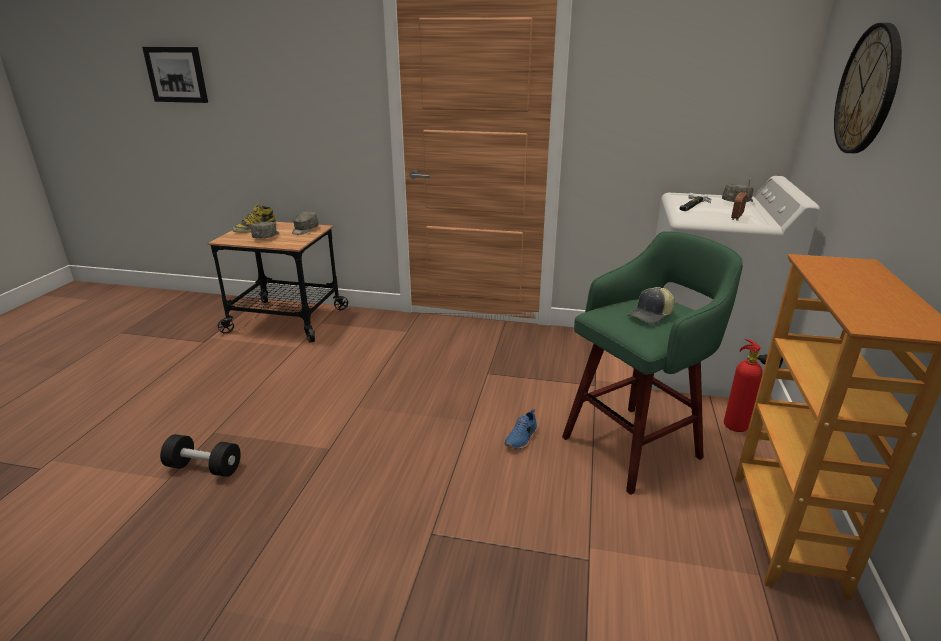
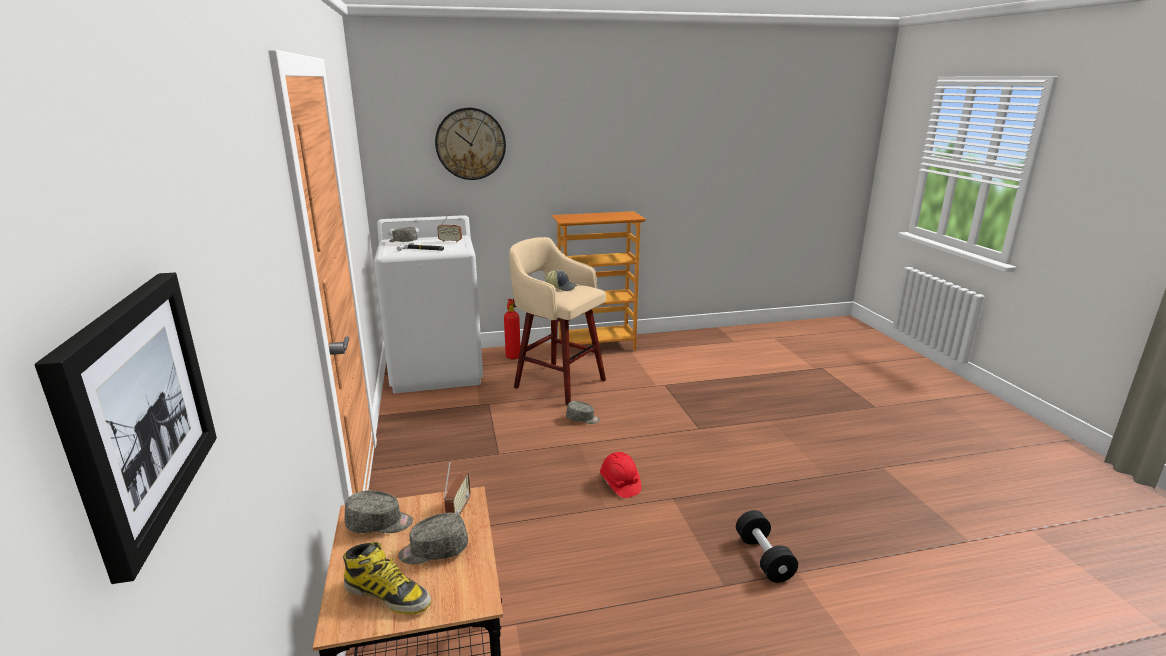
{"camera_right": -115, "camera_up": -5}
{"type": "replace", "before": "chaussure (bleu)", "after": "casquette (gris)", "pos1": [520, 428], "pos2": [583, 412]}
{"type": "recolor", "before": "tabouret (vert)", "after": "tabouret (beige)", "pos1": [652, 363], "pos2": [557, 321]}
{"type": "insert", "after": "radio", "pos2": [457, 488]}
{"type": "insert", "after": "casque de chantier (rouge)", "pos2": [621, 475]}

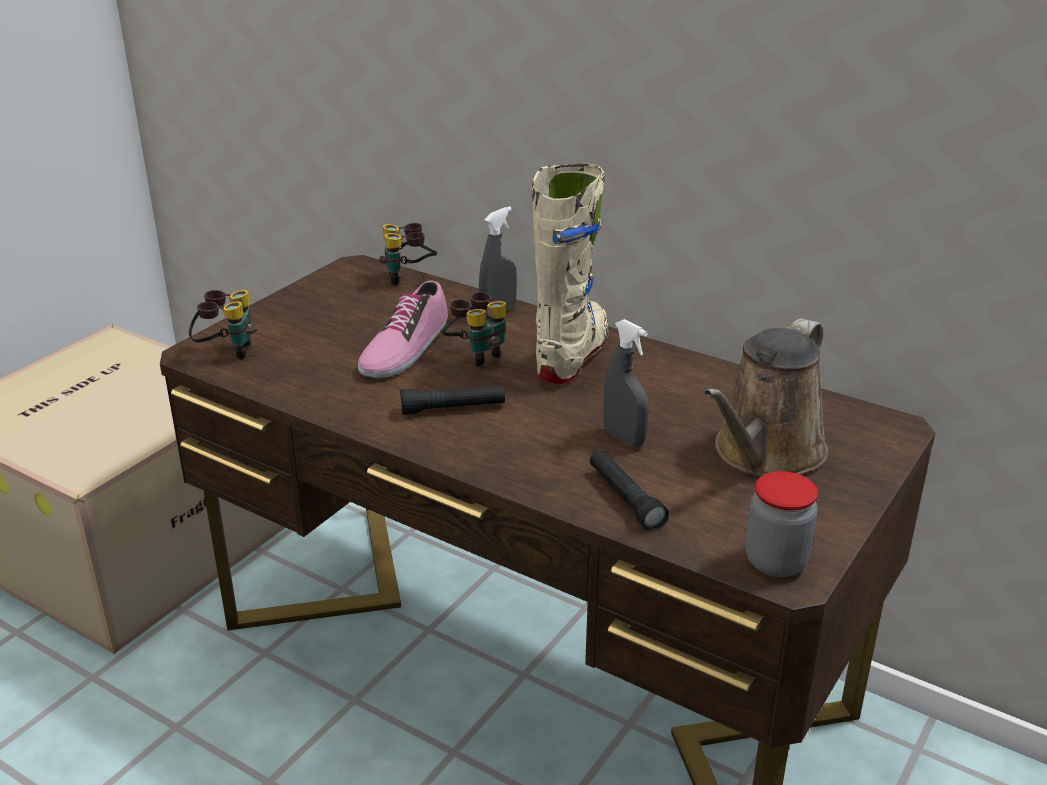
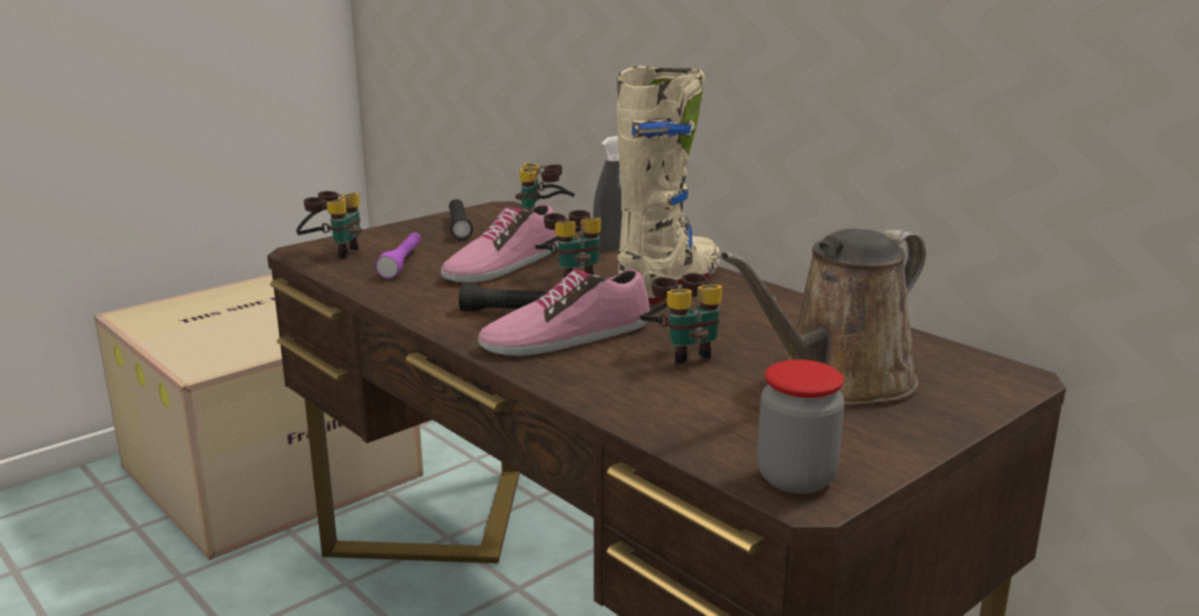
{"camera_right": 15, "camera_up": -10}
{"type": "move", "before": "lampe de poche (noir)", "pos1": [629, 490], "pos2": [461, 219]}
{"type": "replace", "before": "vaporisateur (gris)", "after": "jumelles", "pos1": [626, 383], "pos2": [681, 319]}
{"type": "insert", "after": "lampe de poche (violet)", "pos2": [398, 255]}
{"type": "insert", "after": "chaussure", "pos2": [564, 312]}

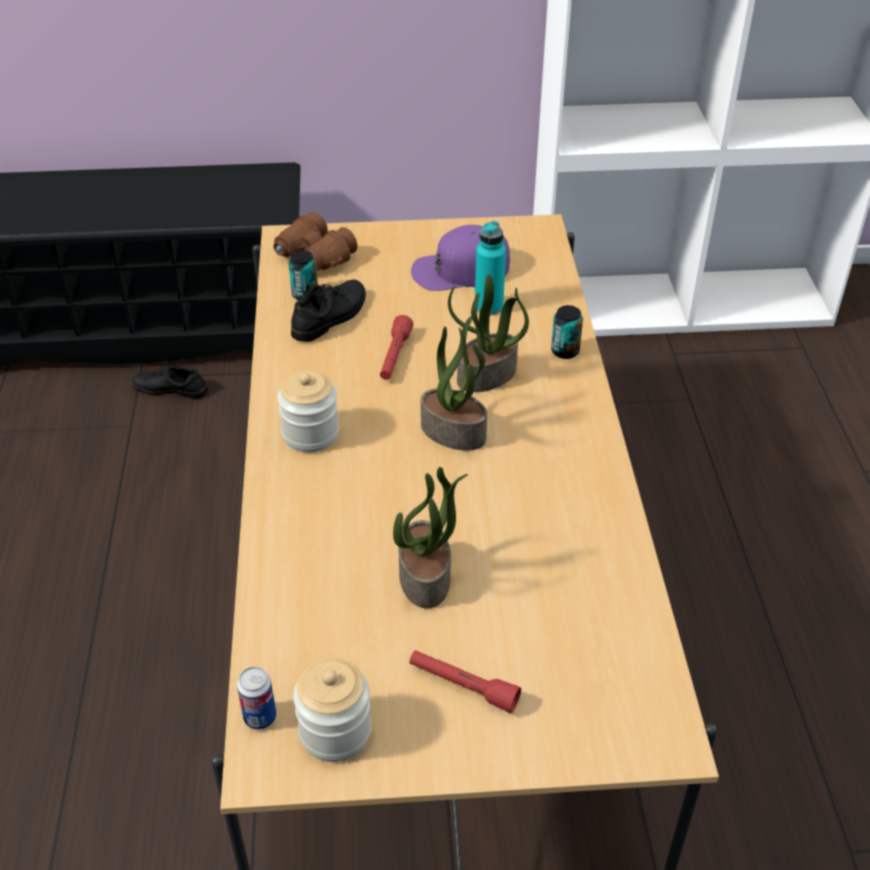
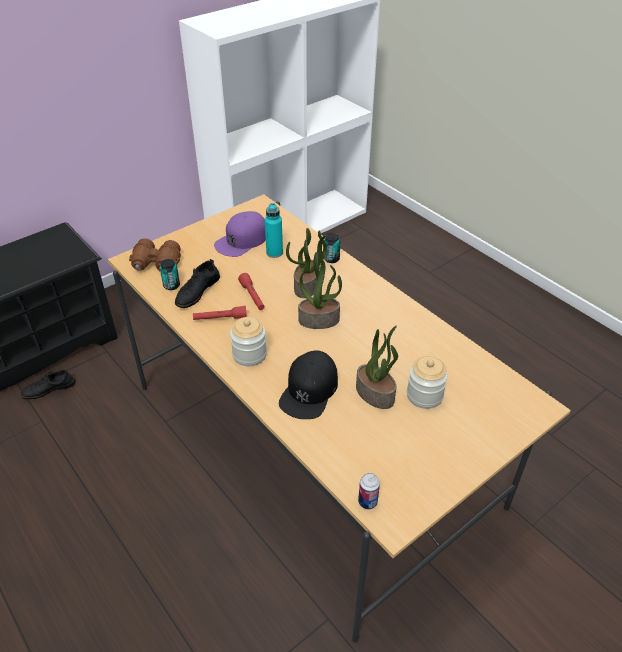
{"camera_right": -35, "camera_up": 0}
{"type": "rotate", "before": "chaussure (noir)", "pos1": [328, 311], "pos2": [197, 283], "turn": -150}
{"type": "move", "before": "bocal", "pos1": [332, 710], "pos2": [427, 382]}
{"type": "move", "before": "lampe de poche (rouge)", "pos1": [465, 681], "pos2": [220, 313]}
{"type": "insert", "after": "casquette (noir)", "pos2": [308, 385]}

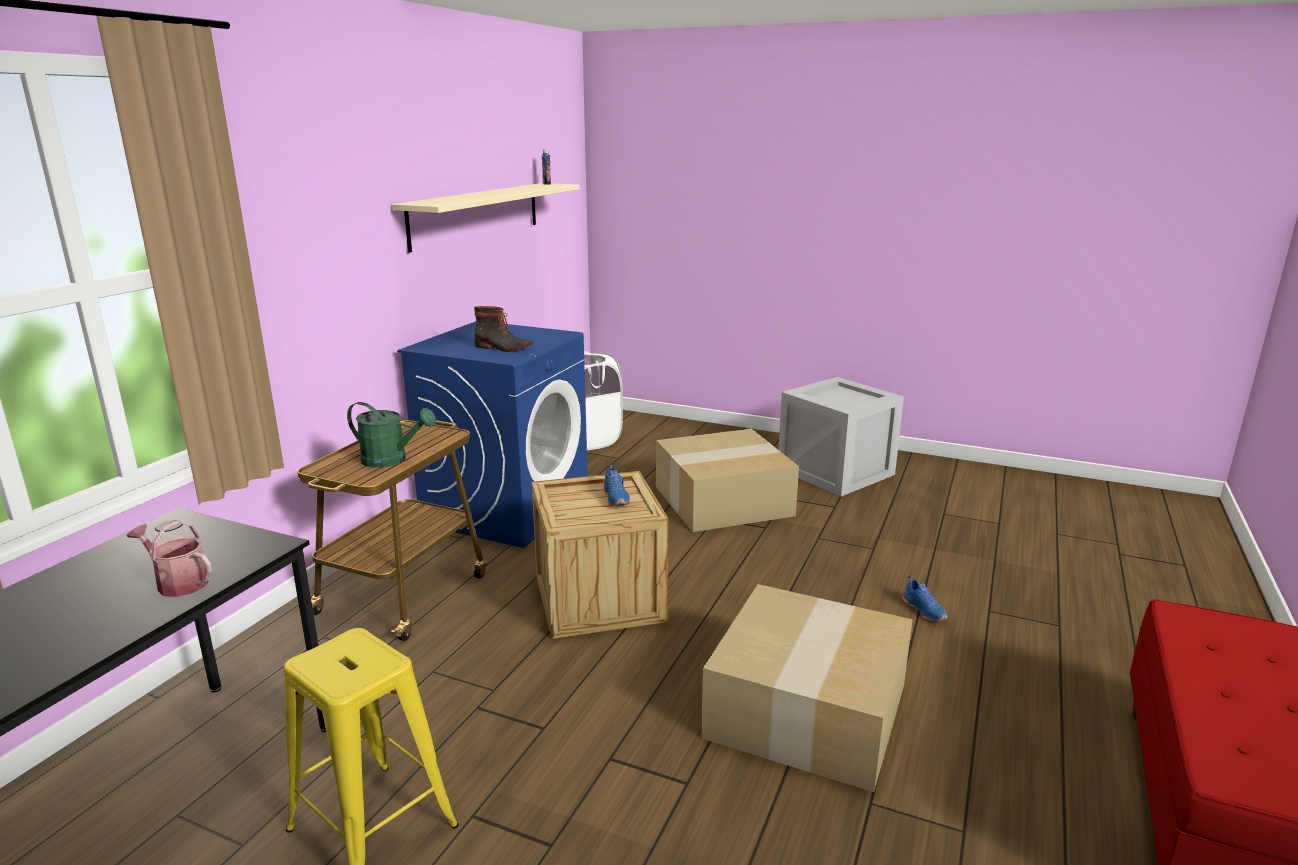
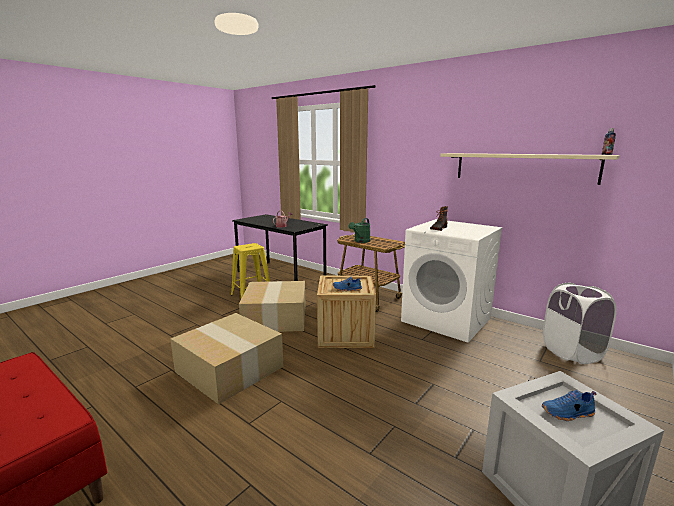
{"camera_right": 105, "camera_up": -5}
{"type": "recolor", "before": "lave-linge (bleu)", "after": "lave-linge (blanc)", "pos1": [492, 434], "pos2": [452, 281]}
{"type": "move", "before": "carton", "pos1": [727, 480], "pos2": [272, 306]}
{"type": "move", "before": "chaussure (bleu)", "pos1": [925, 599], "pos2": [569, 405]}

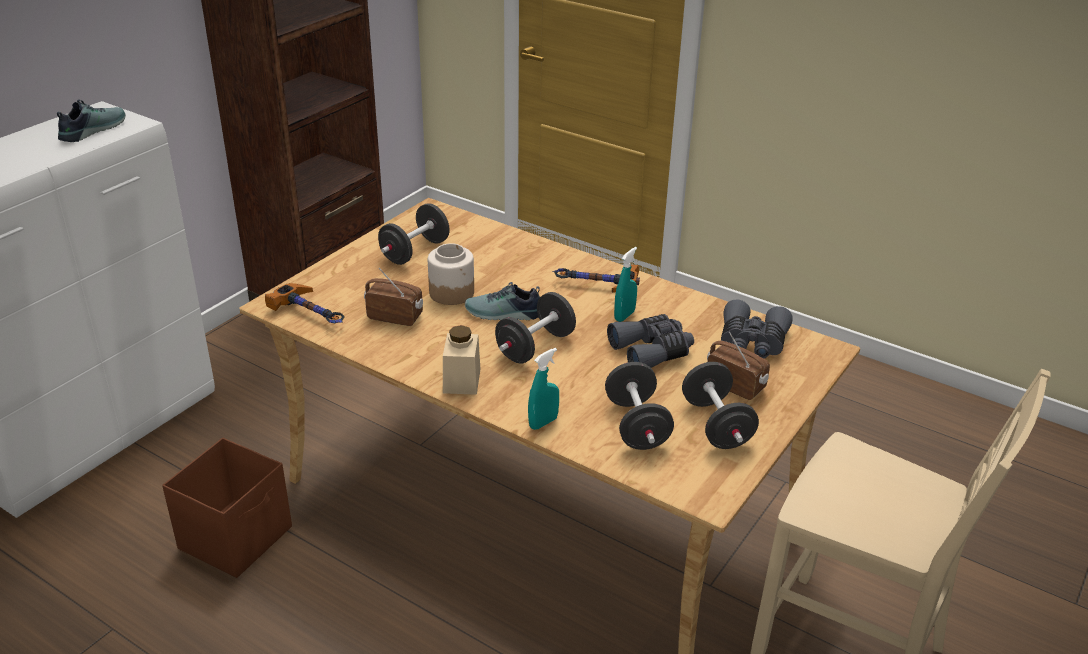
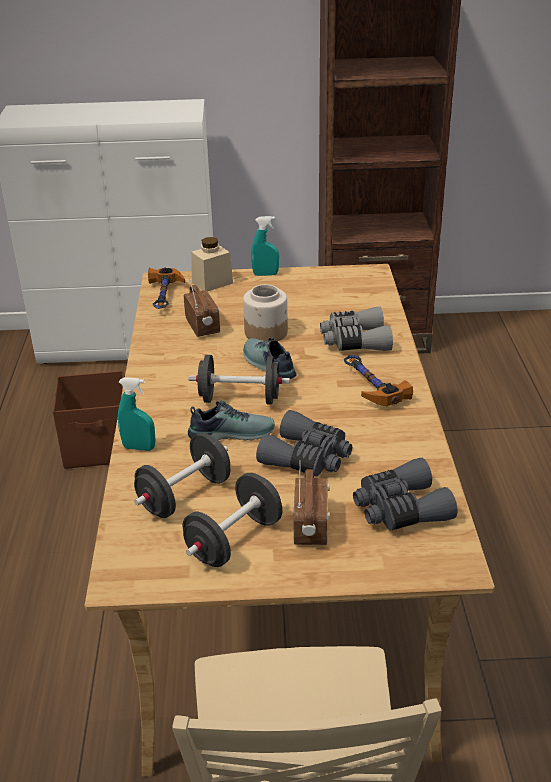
{"camera_right": 55, "camera_up": 0}
{"type": "move", "before": "chaussure", "pos1": [91, 120], "pos2": [231, 420]}
{"type": "delete", "before": "haltère (noir)", "pos1": [414, 234]}
{"type": "move", "before": "bocal (beige)", "pos1": [461, 360], "pos2": [212, 264]}
{"type": "move", "before": "vaporisateur (turquoise)", "pos1": [625, 284], "pos2": [265, 246]}
{"type": "insert", "after": "jumelles (gris)", "pos2": [356, 329]}

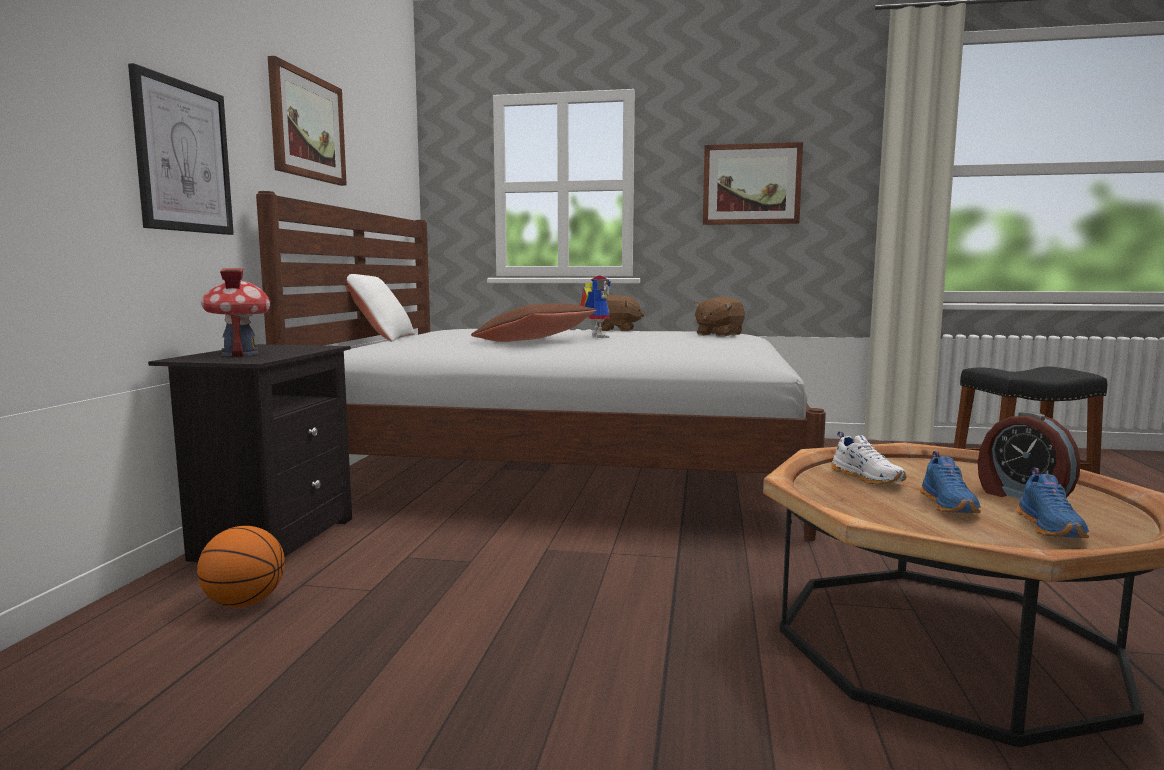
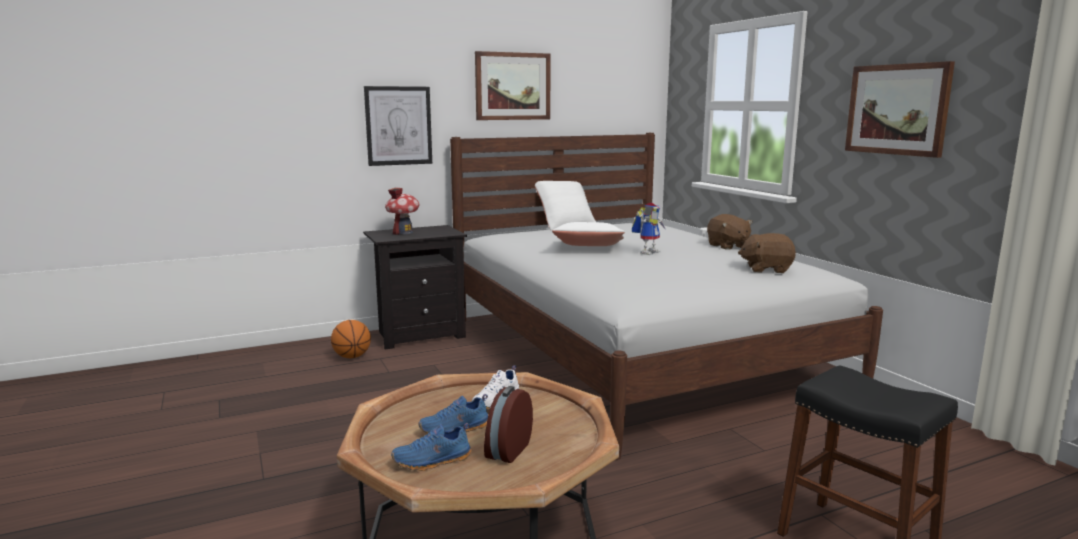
{"camera_right": 55, "camera_up": 5}
{"type": "recolor", "before": "coussin (marron)", "after": "coussin (blanc)", "pos1": [533, 322], "pos2": [588, 234]}

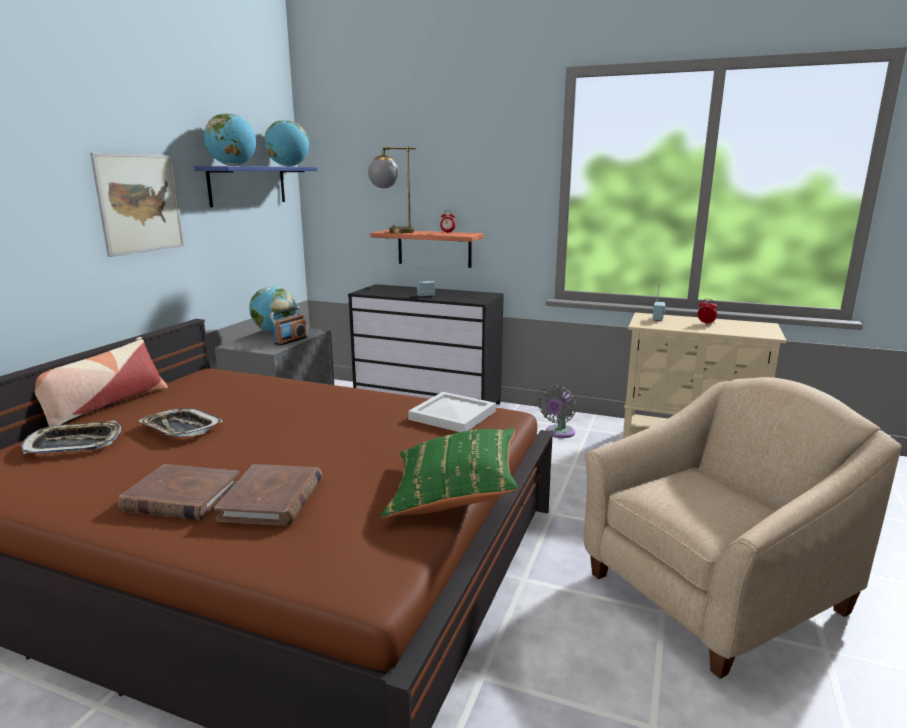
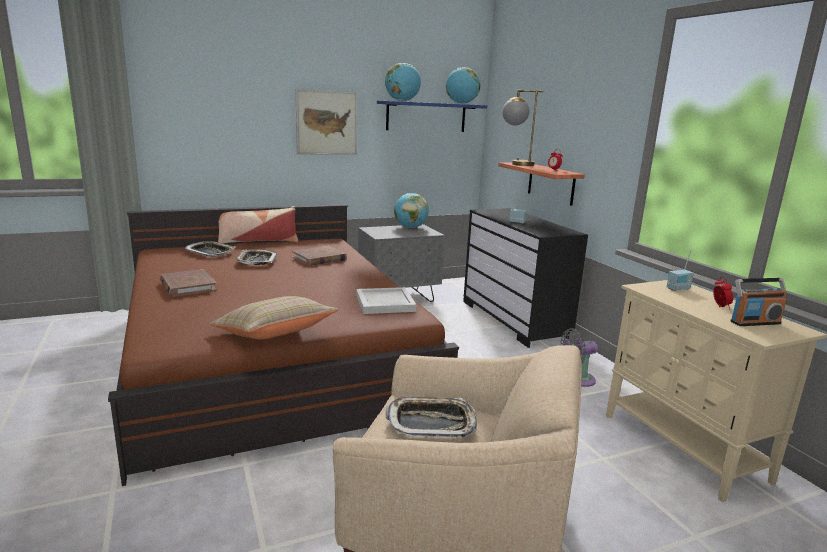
{"camera_right": 45, "camera_up": 0}
{"type": "move", "before": "livre (marron)", "pos1": [268, 495], "pos2": [320, 256]}
{"type": "move", "before": "radio", "pos1": [288, 325], "pos2": [758, 302]}
{"type": "recolor", "before": "coussin (vert)", "after": "coussin (beige)", "pos1": [449, 473], "pos2": [274, 317]}
{"type": "insert", "after": "plateau", "pos2": [431, 417]}

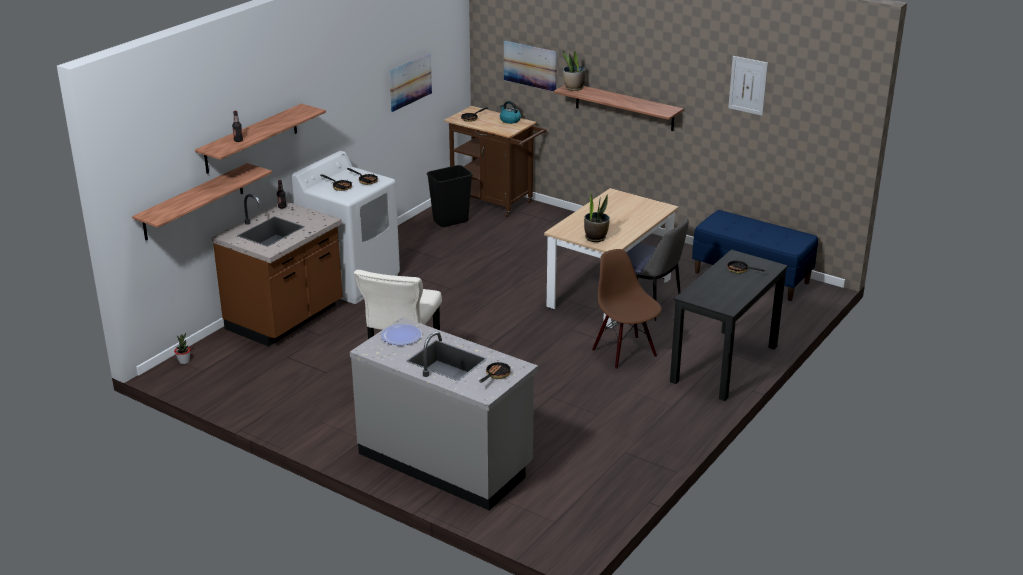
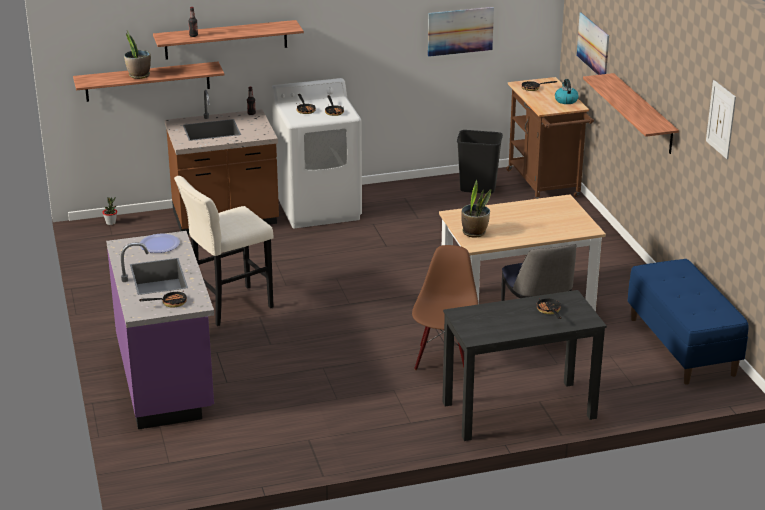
{"camera_right": 40, "camera_up": 0}
{"type": "recolor", "before": "comptoir de cuisine (gris)", "after": "comptoir de cuisine (violet)", "pos1": [444, 413], "pos2": [160, 330]}
{"type": "move", "before": "plante en pot", "pos1": [574, 70], "pos2": [137, 55]}

